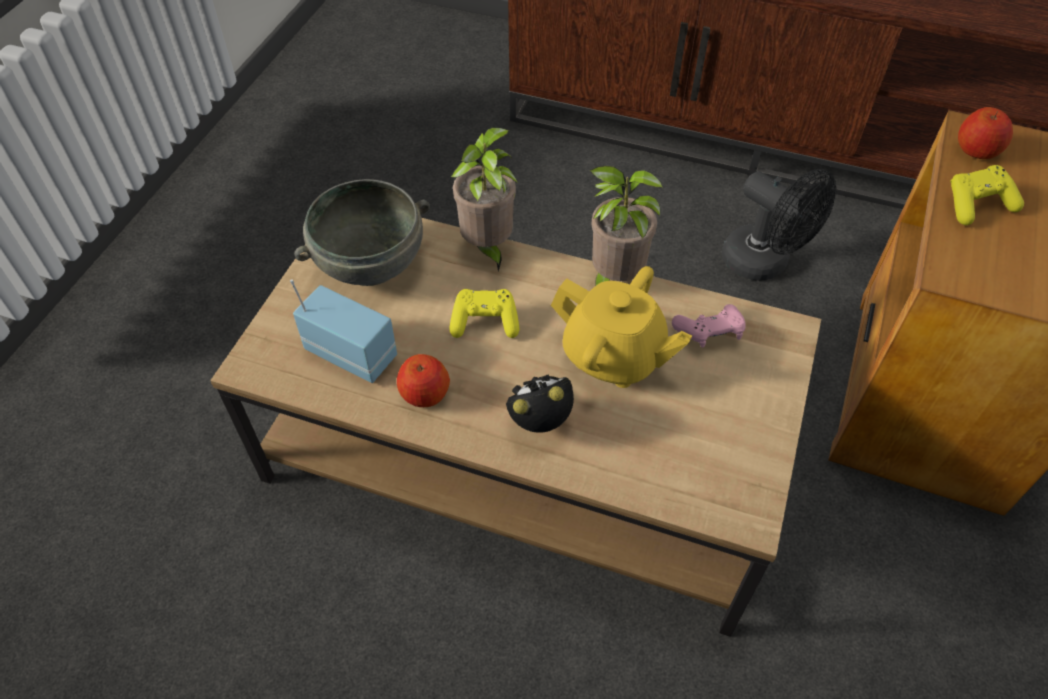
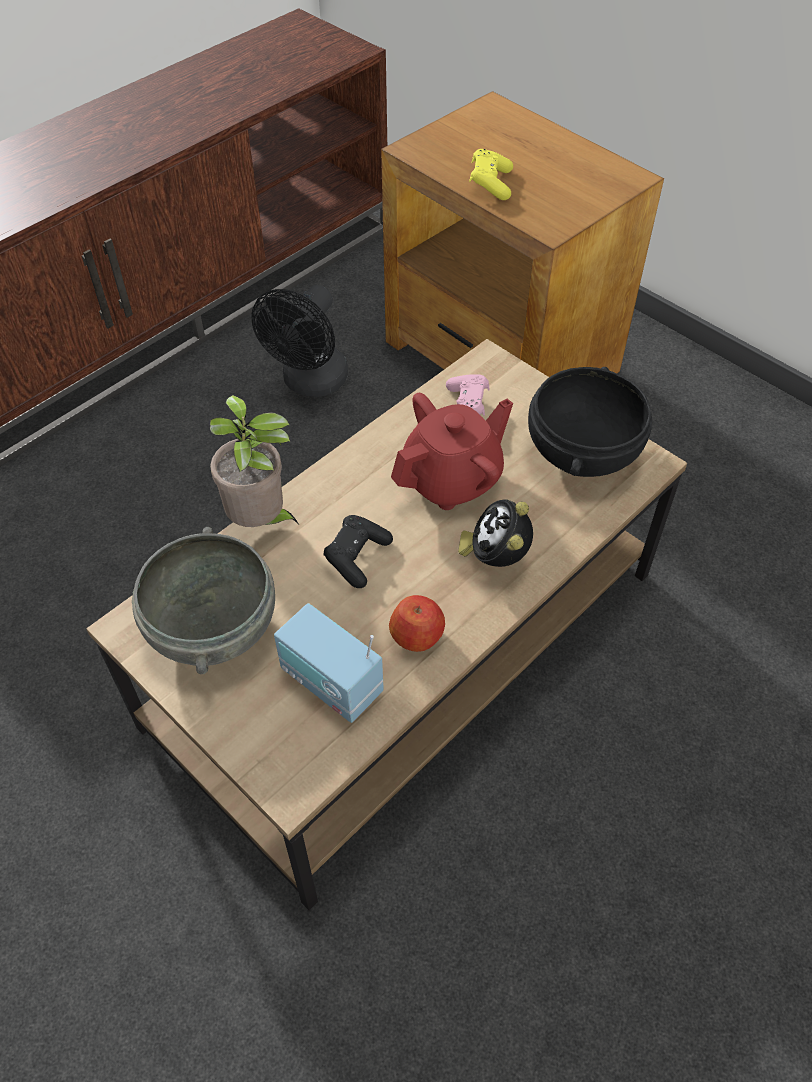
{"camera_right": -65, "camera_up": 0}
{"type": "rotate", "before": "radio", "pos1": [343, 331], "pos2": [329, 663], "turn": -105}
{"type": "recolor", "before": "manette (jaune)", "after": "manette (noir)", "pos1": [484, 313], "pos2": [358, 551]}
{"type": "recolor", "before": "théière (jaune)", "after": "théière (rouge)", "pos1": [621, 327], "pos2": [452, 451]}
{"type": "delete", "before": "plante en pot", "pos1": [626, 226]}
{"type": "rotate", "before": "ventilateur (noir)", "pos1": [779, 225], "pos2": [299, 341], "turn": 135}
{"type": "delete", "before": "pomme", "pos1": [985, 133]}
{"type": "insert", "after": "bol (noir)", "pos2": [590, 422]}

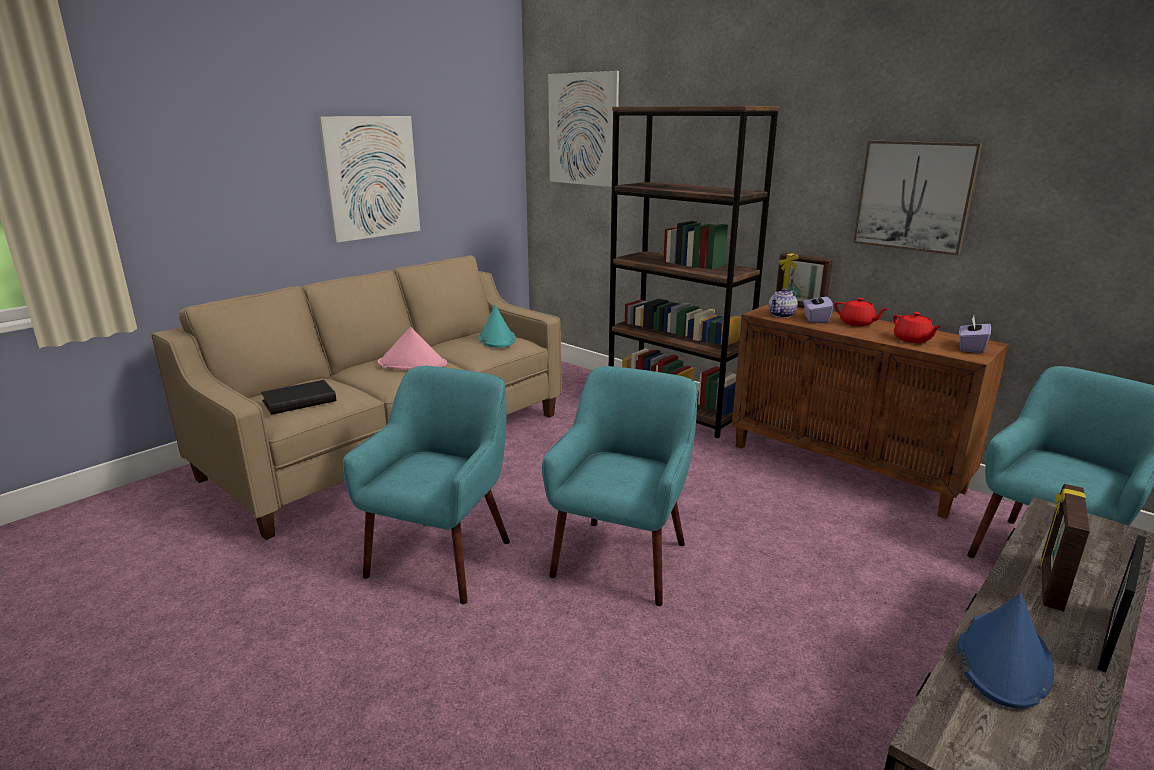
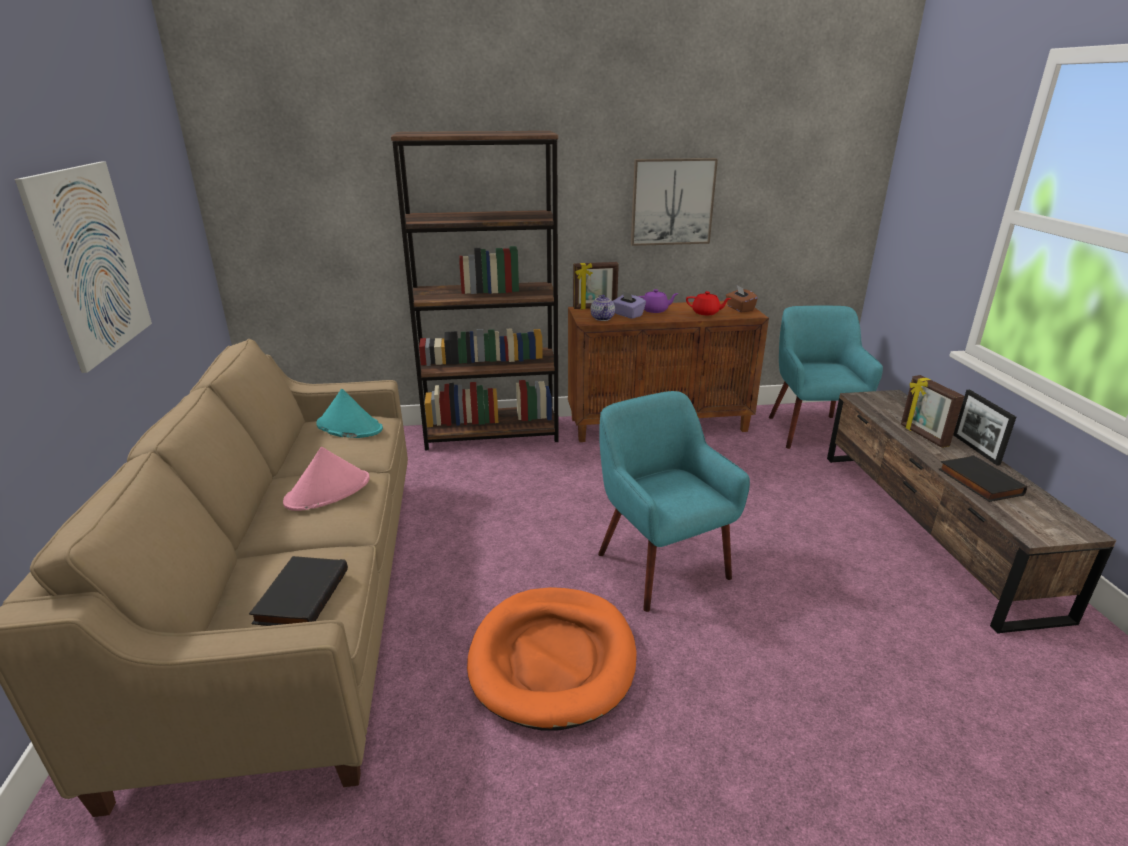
{"camera_right": -50, "camera_up": 5}
{"type": "replace", "before": "fauteuil (turquoise)", "after": "panier pour chien (orange)", "pos1": [426, 485], "pos2": [552, 659]}
{"type": "delete", "before": "tableau", "pos1": [583, 129]}
{"type": "recolor", "before": "théière (rouge)", "after": "théière (violet)", "pos1": [861, 312], "pos2": [658, 301]}
{"type": "replace", "before": "chapeau (bleu)", "after": "livre (noir)", "pos1": [1006, 651], "pos2": [982, 478]}
{"type": "recolor", "before": "boîte à mouchoirs (violet)", "after": "boîte à mouchoirs (marron)", "pos1": [975, 335], "pos2": [742, 299]}

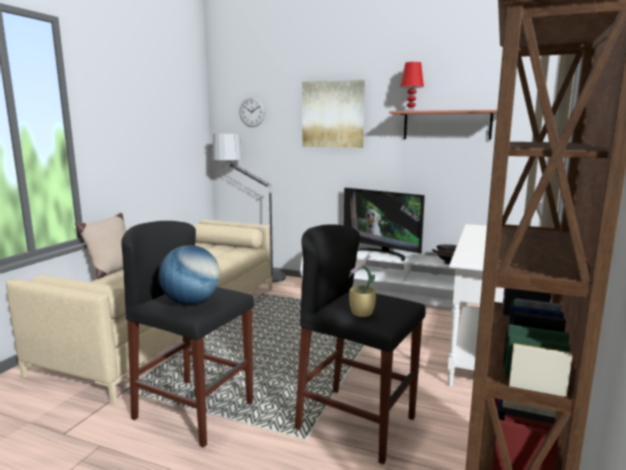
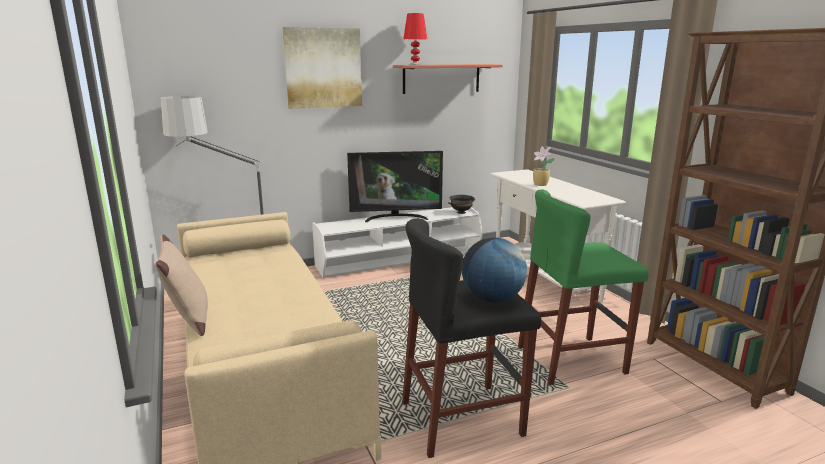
{"camera_right": -45, "camera_up": 5}
{"type": "delete", "before": "horloge murale", "pos1": [252, 112]}
{"type": "recolor", "before": "tabouret (noir)", "after": "tabouret (vert)", "pos1": [360, 344], "pos2": [583, 287]}
{"type": "move", "before": "plante en pot", "pos1": [362, 284], "pos2": [543, 166]}

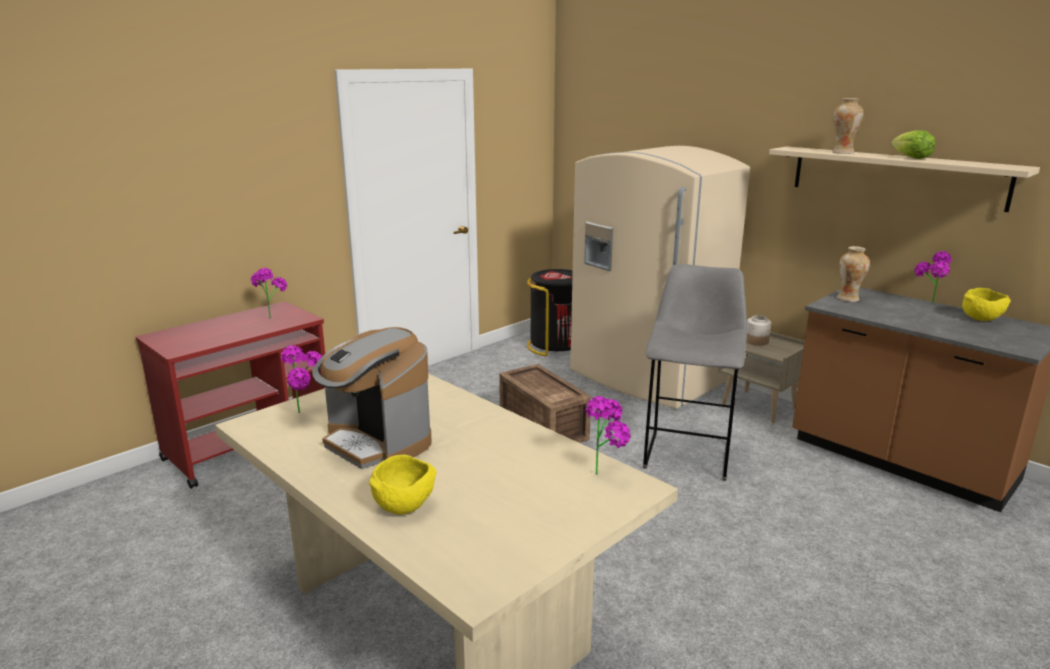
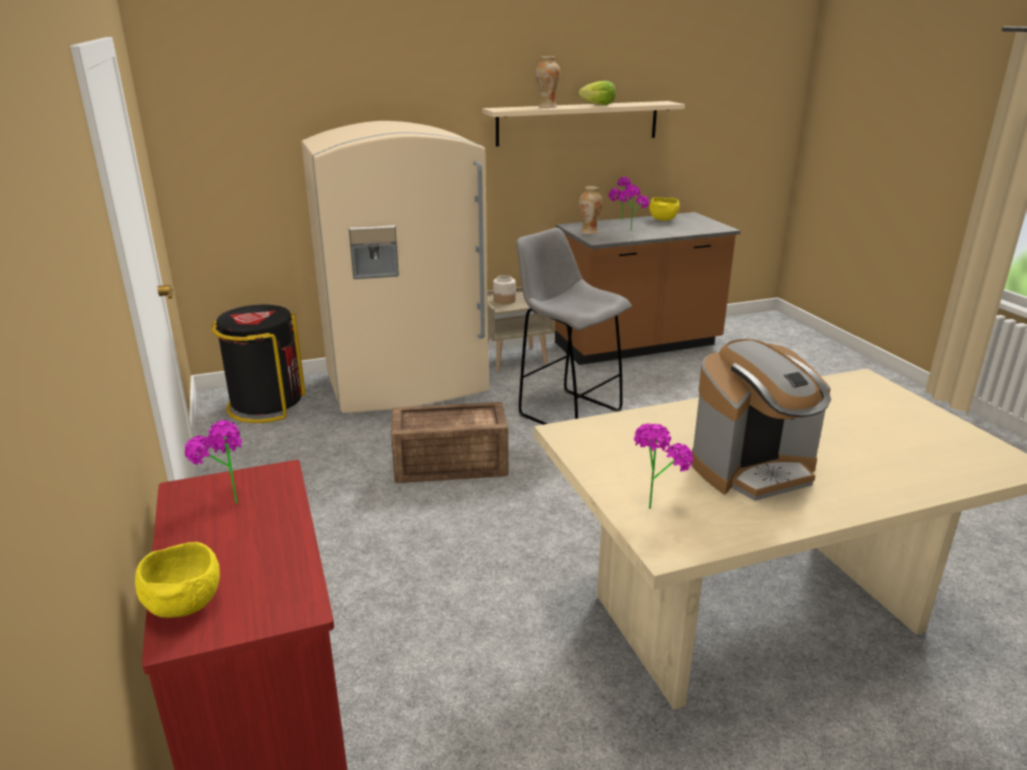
{"camera_right": -65, "camera_up": 5}
{"type": "move", "before": "bol (jaune)", "pos1": [403, 484], "pos2": [177, 580]}
{"type": "move", "before": "plante en pot", "pos1": [608, 435], "pos2": [634, 208]}

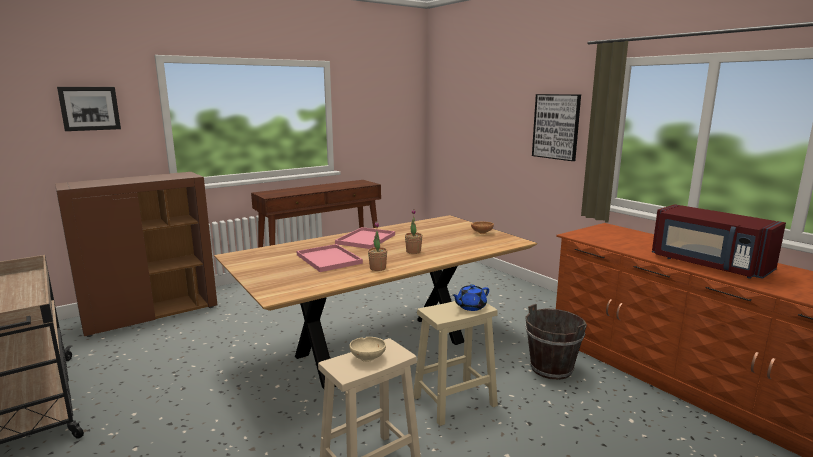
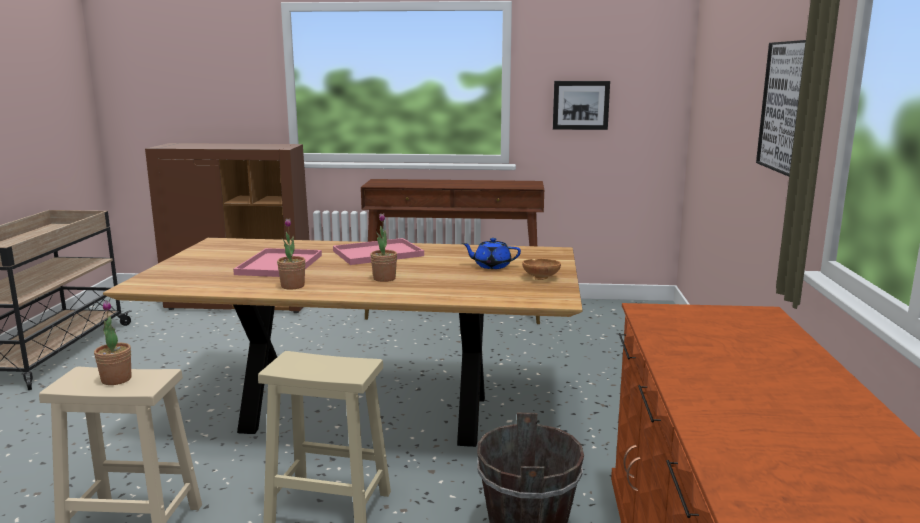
{"camera_right": 40, "camera_up": 0}
{"type": "move", "before": "tableau", "pos1": [89, 109], "pos2": [581, 105]}
{"type": "replace", "before": "bol (beige)", "after": "plante en pot", "pos1": [367, 349], "pos2": [112, 342]}
{"type": "move", "before": "théière (bleu)", "pos1": [470, 297], "pos2": [491, 253]}
{"type": "delete", "before": "micro-ondes (rouge)", "pos1": [719, 241]}

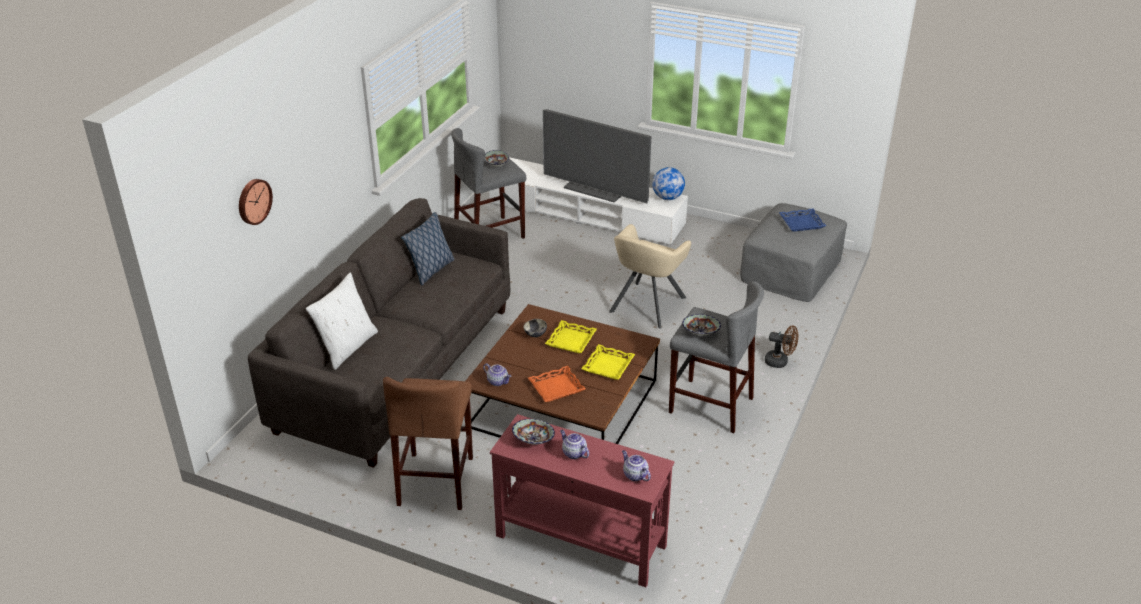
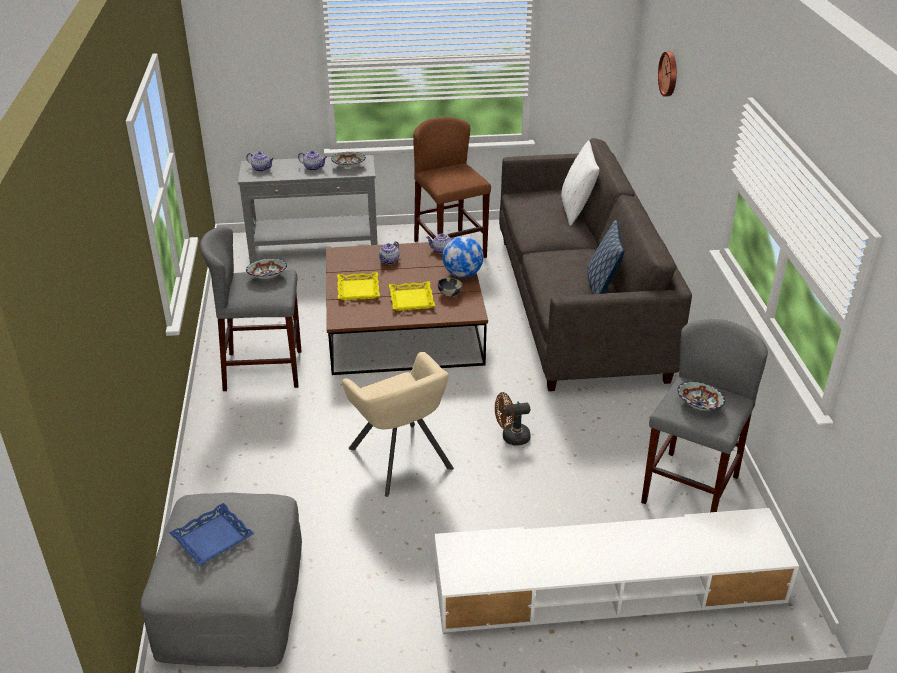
{"camera_right": 150, "camera_up": 0}
{"type": "recolor", "before": "table console (rouge)", "after": "table console (gris)", "pos1": [582, 500], "pos2": [308, 209]}
{"type": "replace", "before": "plateau (orange)", "after": "théière", "pos1": [557, 384], "pos2": [389, 252]}
{"type": "delete", "before": "téléviseur", "pos1": [597, 156]}
{"type": "rotate", "before": "fauteuil (beige)", "pos1": [650, 276], "pos2": [398, 424], "turn": 150}
{"type": "move", "before": "globe", "pos1": [668, 183], "pos2": [462, 257]}
{"type": "move", "before": "ventilateur (marron)", "pos1": [781, 346], "pos2": [513, 419]}

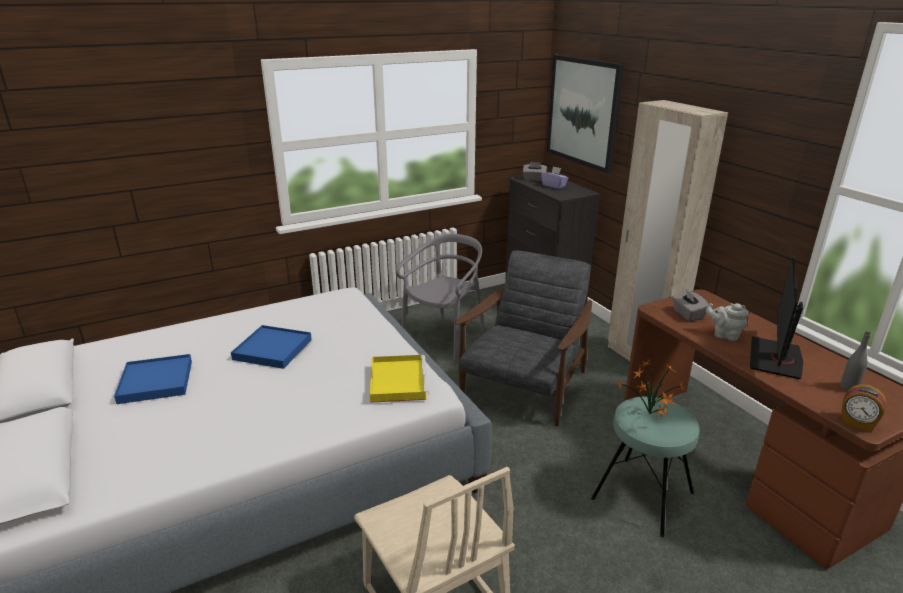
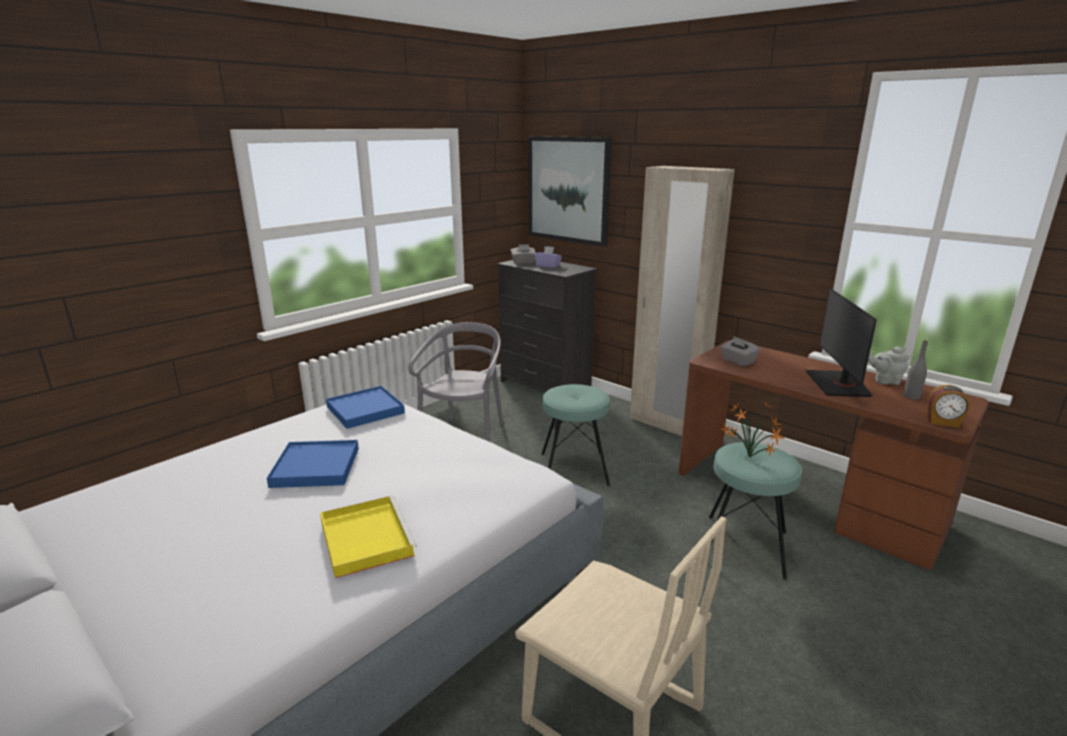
{"camera_right": -20, "camera_up": -5}
{"type": "move", "before": "plateau (bleu)", "pos1": [153, 379], "pos2": [365, 407]}
{"type": "move", "before": "plateau (jaune)", "pos1": [399, 379], "pos2": [368, 537]}
{"type": "replace", "before": "fauteuil (gris)", "after": "tabouret (turquoise)", "pos1": [523, 338], "pos2": [575, 435]}
{"type": "move", "before": "théière (gris)", "pos1": [727, 322], "pos2": [889, 366]}

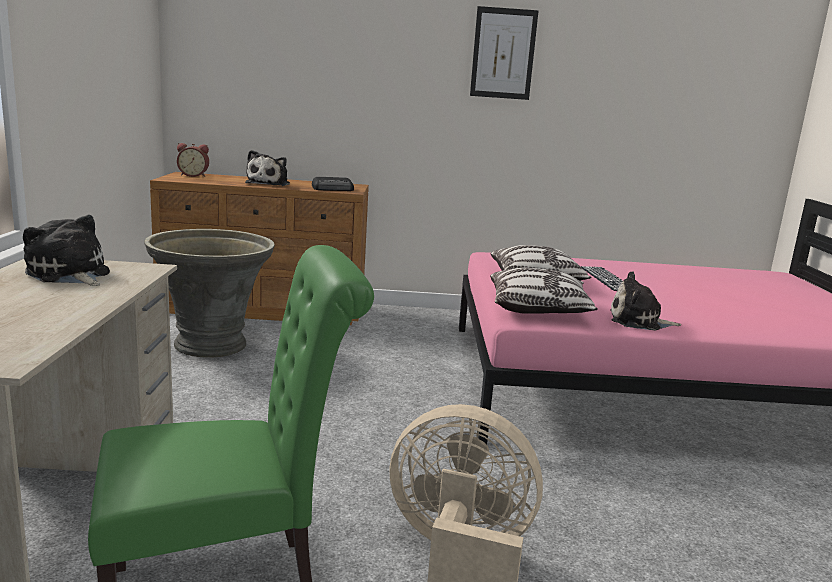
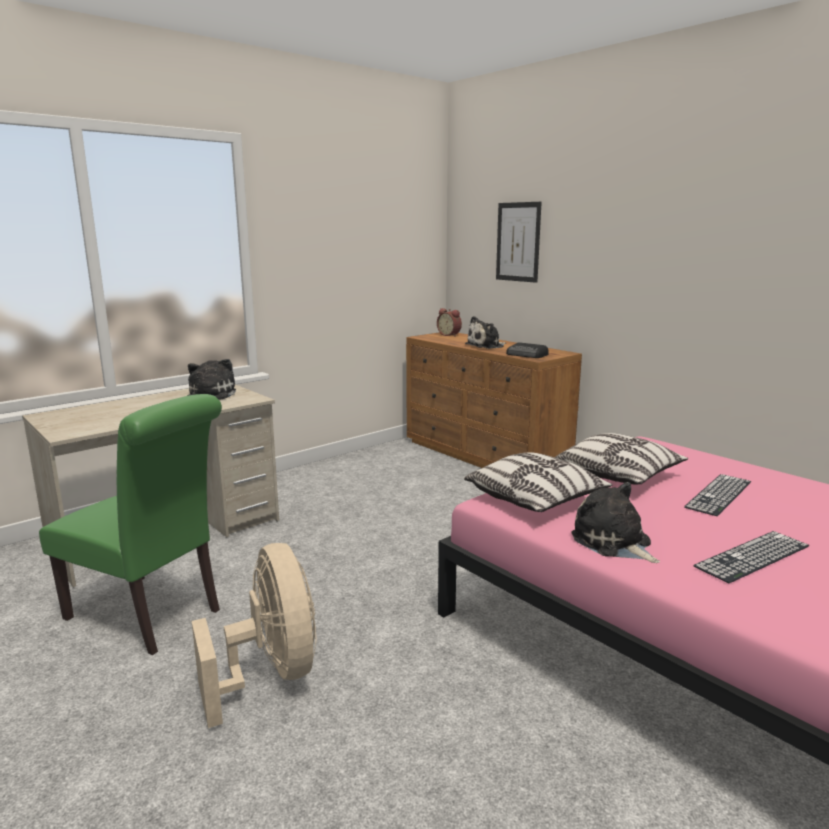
{"camera_right": 50, "camera_up": 0}
{"type": "delete", "before": "cache-pot (gris)", "pos1": [209, 293]}
{"type": "move", "before": "tableau", "pos1": [504, 53], "pos2": [519, 242]}
{"type": "insert", "after": "clavier", "pos2": [751, 557]}

